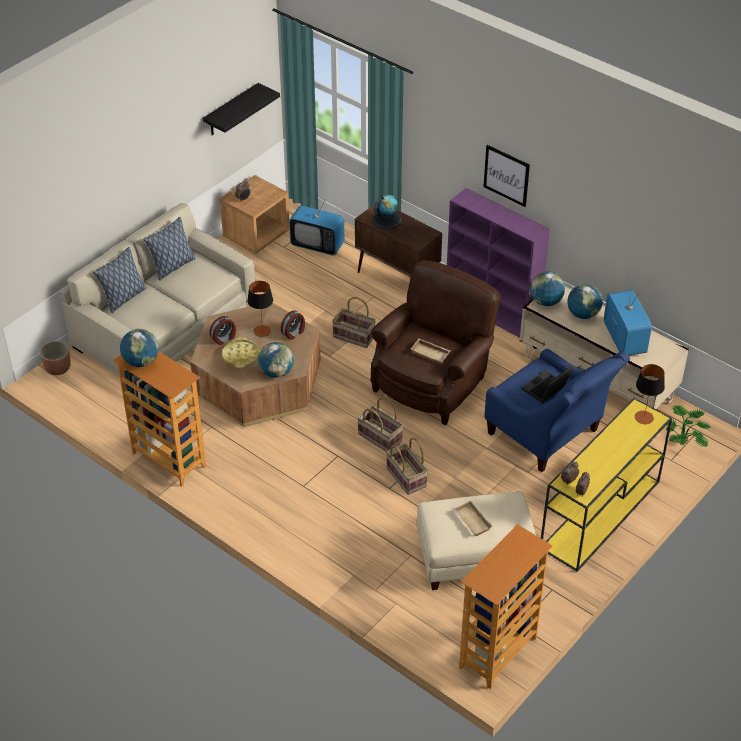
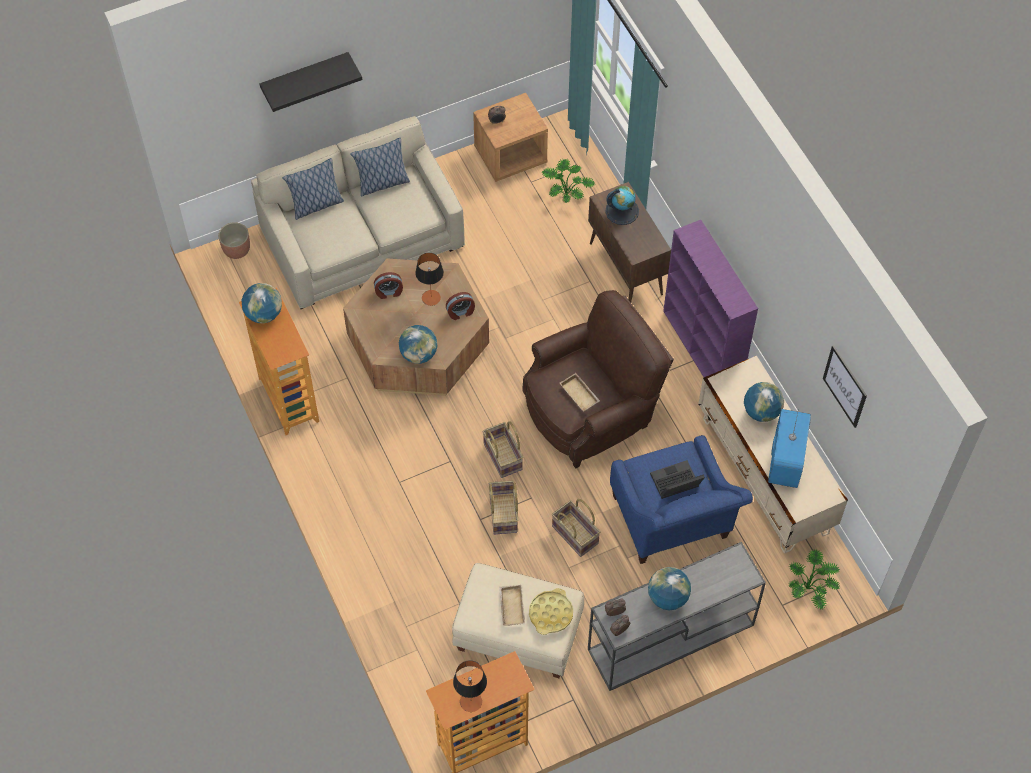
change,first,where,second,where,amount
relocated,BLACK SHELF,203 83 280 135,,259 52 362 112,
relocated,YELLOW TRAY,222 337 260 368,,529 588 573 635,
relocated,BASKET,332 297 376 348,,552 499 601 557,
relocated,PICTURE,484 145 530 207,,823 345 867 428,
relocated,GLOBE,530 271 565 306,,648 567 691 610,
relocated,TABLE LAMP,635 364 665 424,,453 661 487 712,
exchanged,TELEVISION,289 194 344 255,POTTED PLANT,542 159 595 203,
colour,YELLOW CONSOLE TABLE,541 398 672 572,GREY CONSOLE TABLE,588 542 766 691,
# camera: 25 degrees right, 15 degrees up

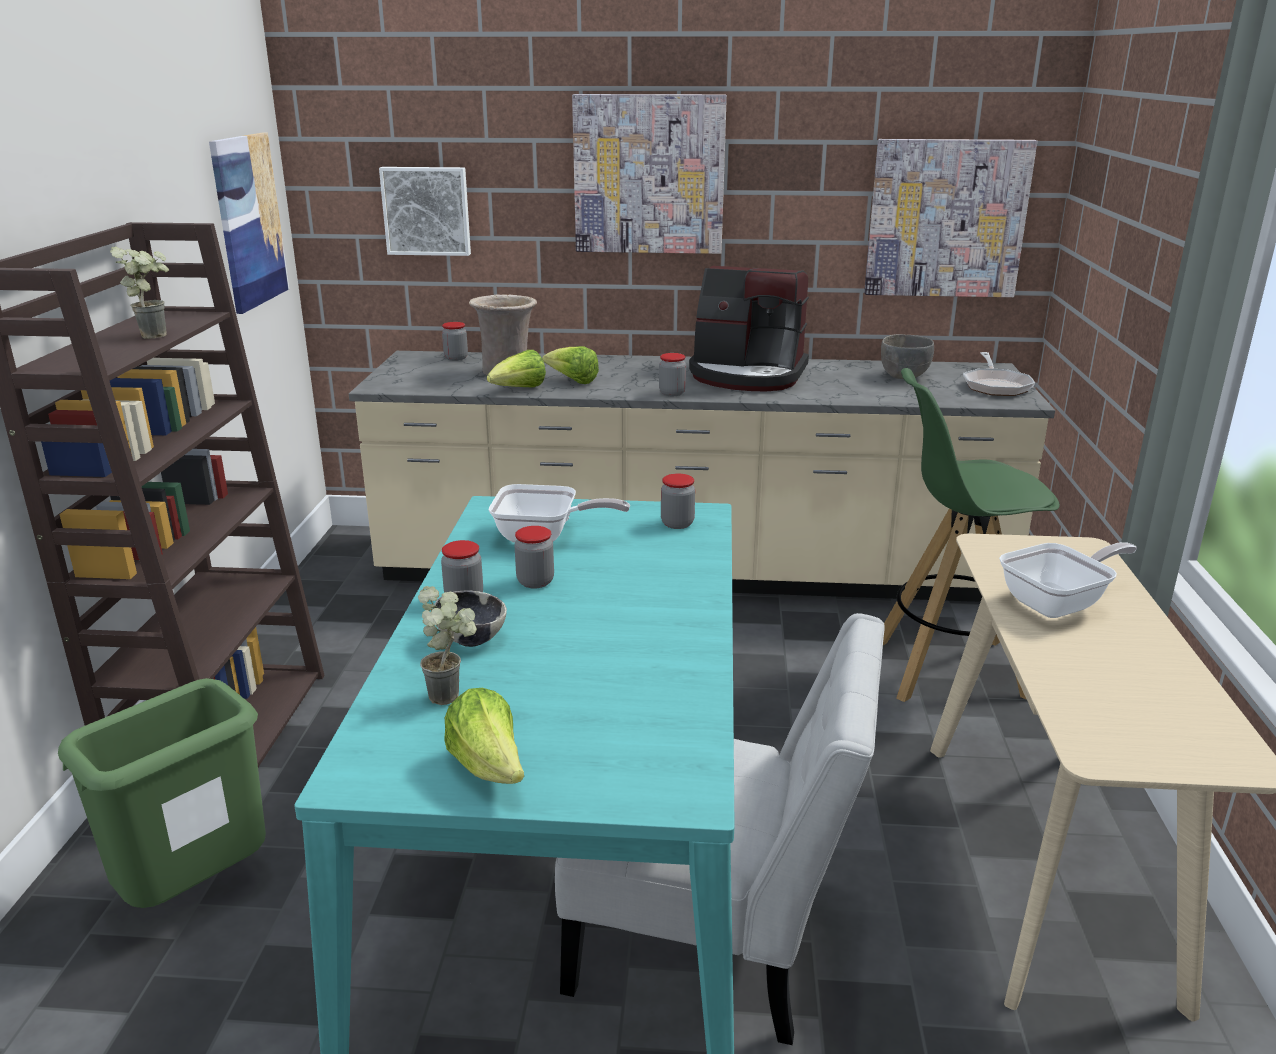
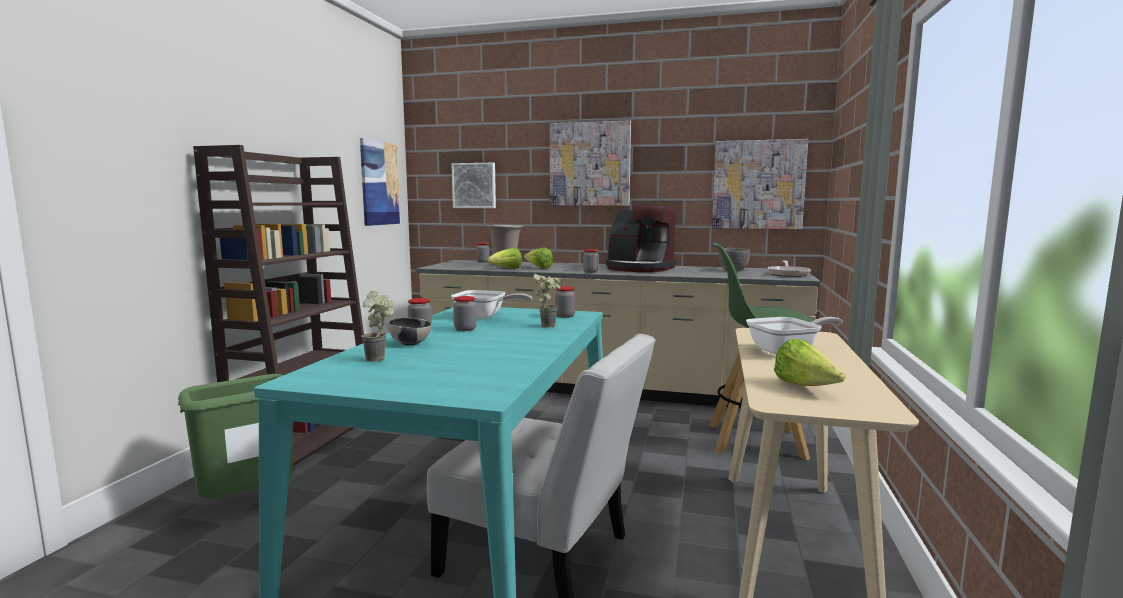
change,first,where,second,where,amount
relocated,POTTED PLANT,110 246 169 339,,533 274 561 327,
relocated,LETTUCE,444 688 524 784,,774 339 845 386,
# camera: 10 degrees right, 15 degrees down

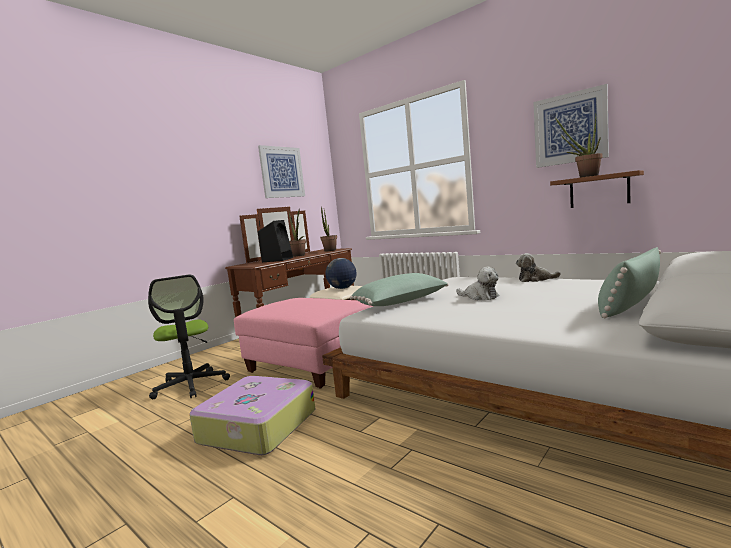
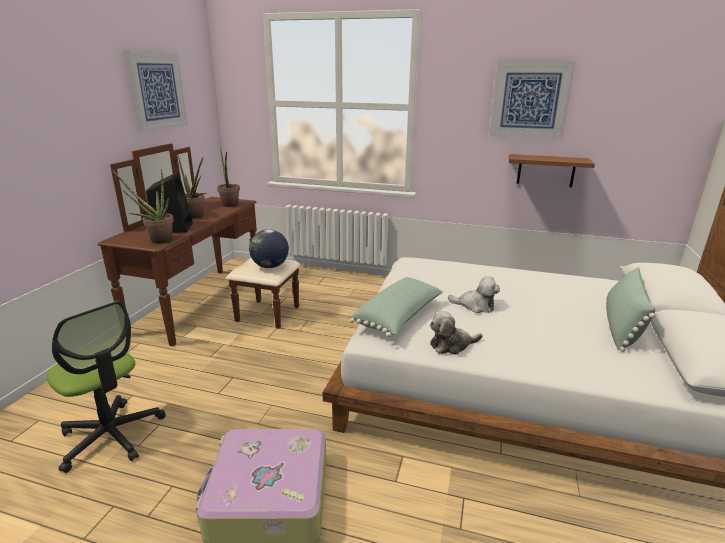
change,first,where,second,where,amount
missing,PINK OTTOMAN,234 298 373 389,,,
relocated,PLUSH TOY,516 253 561 282,,430 311 483 354,
relocated,POTTED PLANT,555 115 602 178,,111 169 174 244,
# camera: 25 degrees left, 15 degrees up

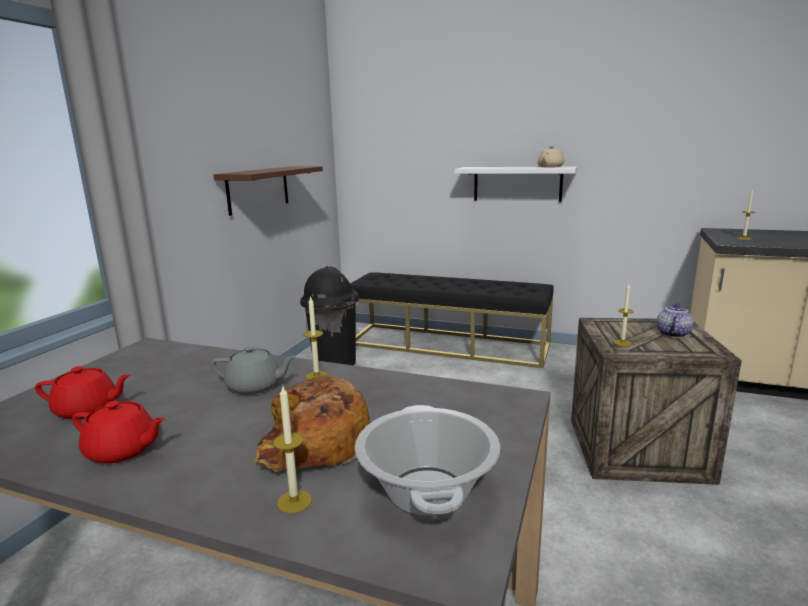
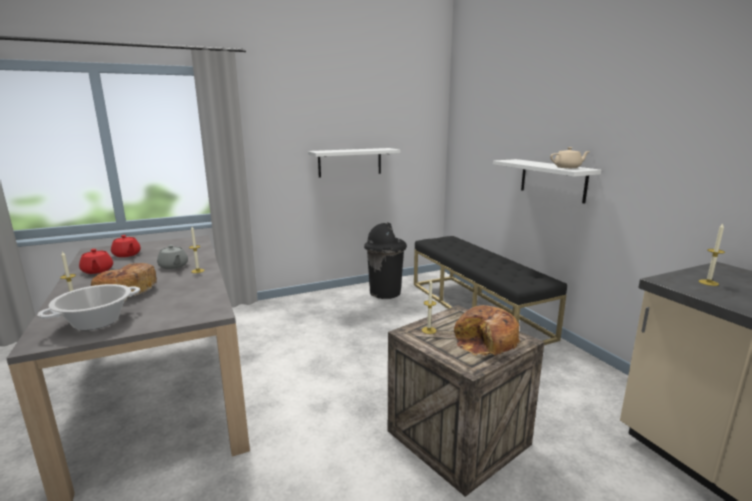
change,first,where,second,where,amount
exchanged,TEAPOT,656 303 693 338,BREAD,454 305 520 356,
colour,BROWN SHELF,214 166 323 216,WHITE SHELF,308 148 400 178,
# camera: 45 degrees right, 0 degrees up

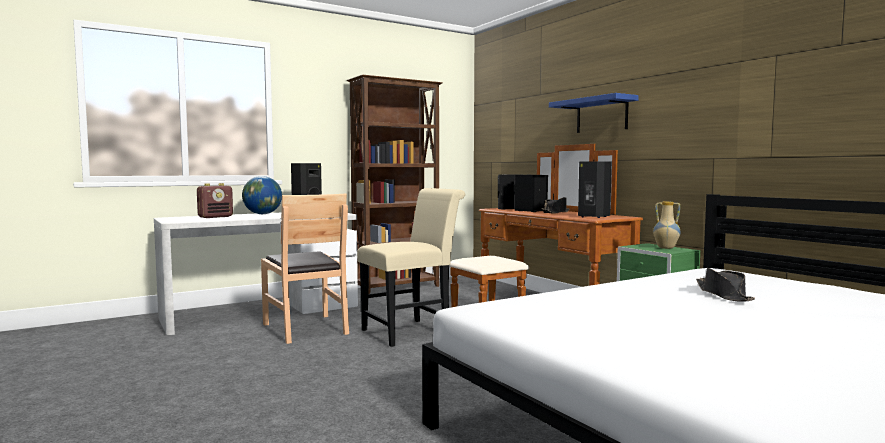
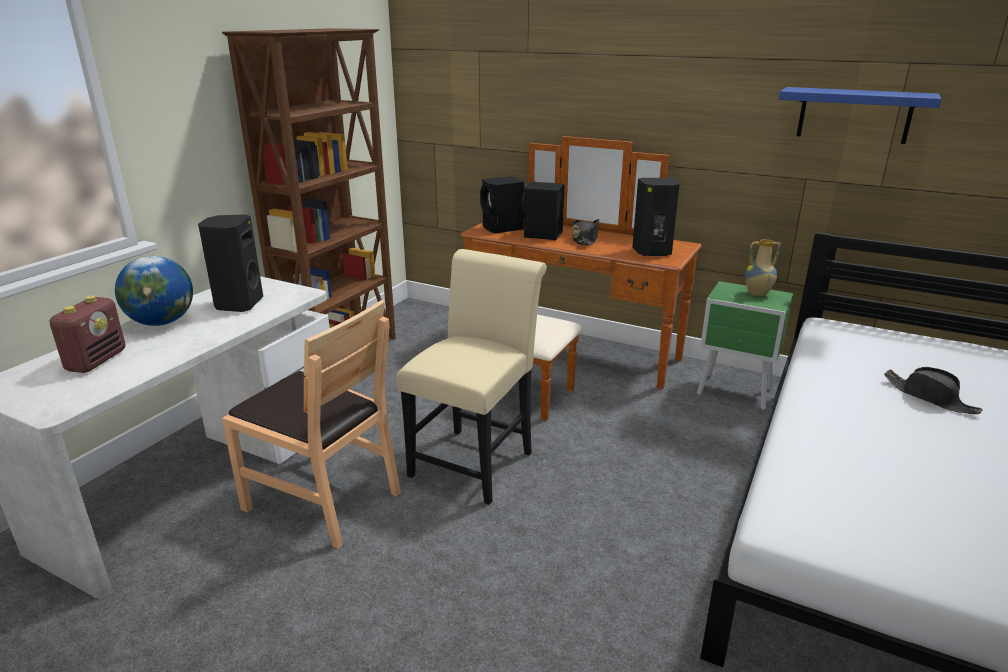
change,first,where,second,where,amount
relocated,BLUE SHELF,549 93 639 133,,779 87 941 144,
# camera: 30 degrees left, 20 degrees up

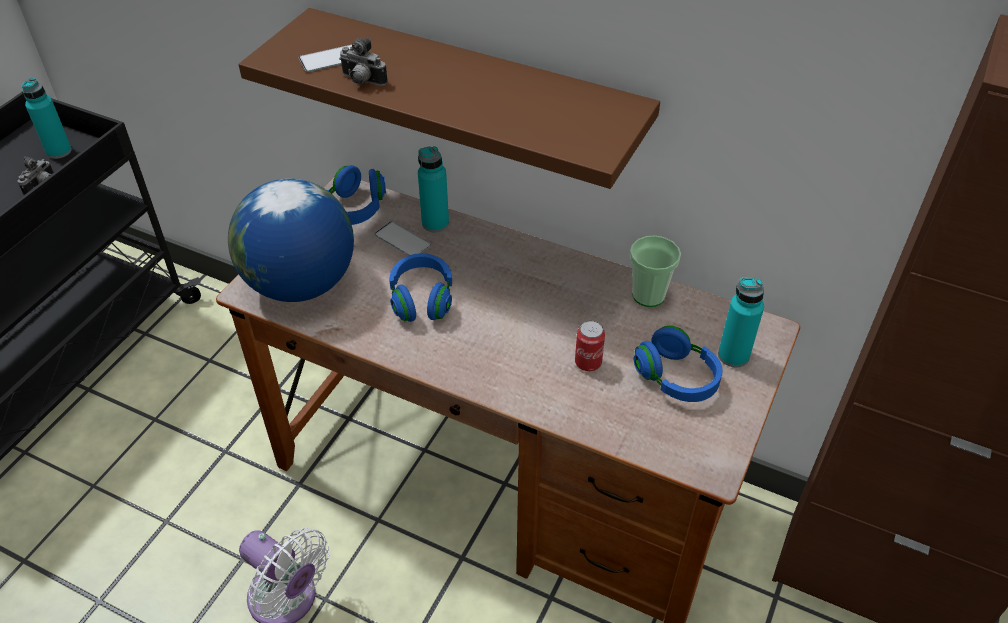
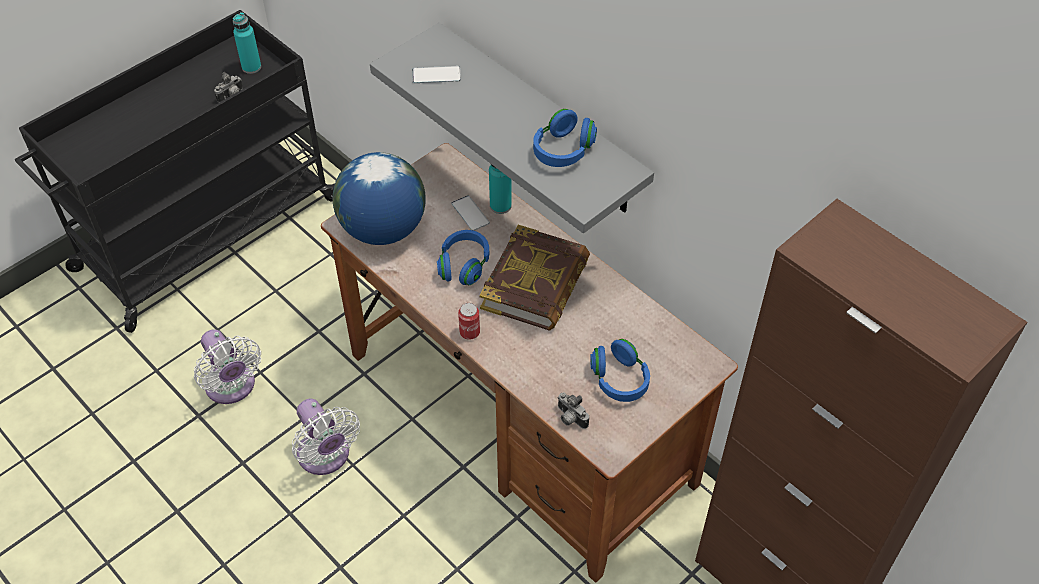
change,first,where,second,where,amount
missing,CUP,630 235 681 307,,,
missing,TURQUOISE BOTTLE,718 277 764 368,,,
appeared,,,WHITE FAN,194 329 261 404,
appeared,,,BOOK,479 225 590 331,
relocated,BLUE HEADPHONES,327 165 386 225,,533 109 597 167,
relocated,PHOTO CAMERA,339 38 388 86,,558 393 589 429,
relocated,CAN,575 321 605 371,,458 303 480 340,
colour,BROWN SHELF,238 8 660 189,GREY SHELF,370 23 654 233,
# camera: 20 degrees right, 5 degrees up

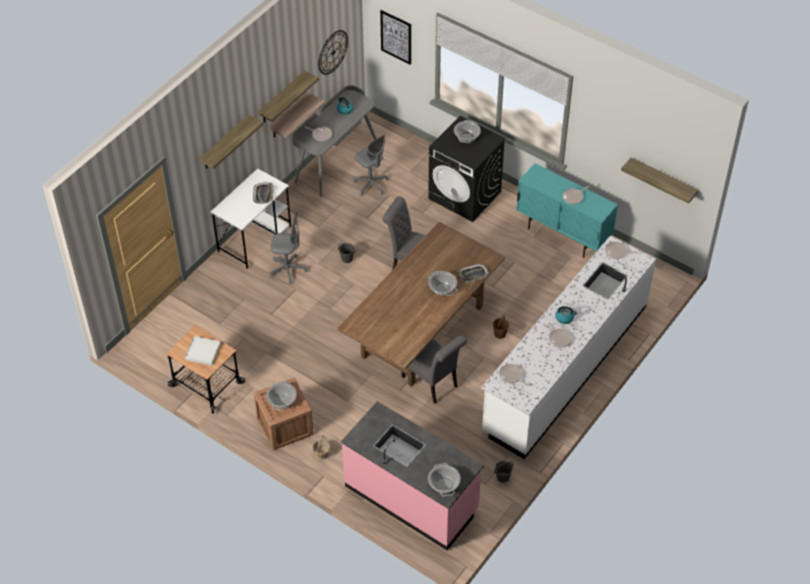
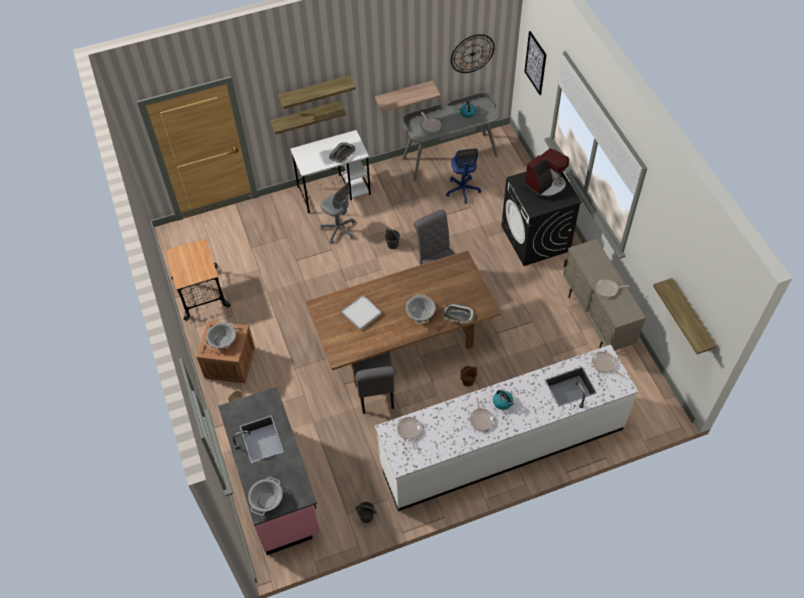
change,first,where,second,where,amount
relocated,WHITE TRAY,185 336 221 366,,342 295 382 330,
relocated,SHELF,258 70 319 122,,270 101 346 135,
exchanged,COOKING POT,454 120 481 143,COFFEE MACHINE,523 148 569 200,
colour,GREY OFFICE CHAIR,353 135 389 196,BLUE OFFICE CHAIR,446 148 481 203,
colour,TURQUOISE CABINET,516 163 618 258,BEIGE CABINET,563 239 646 351,
# camera: 35 degrees right, 5 degrees up

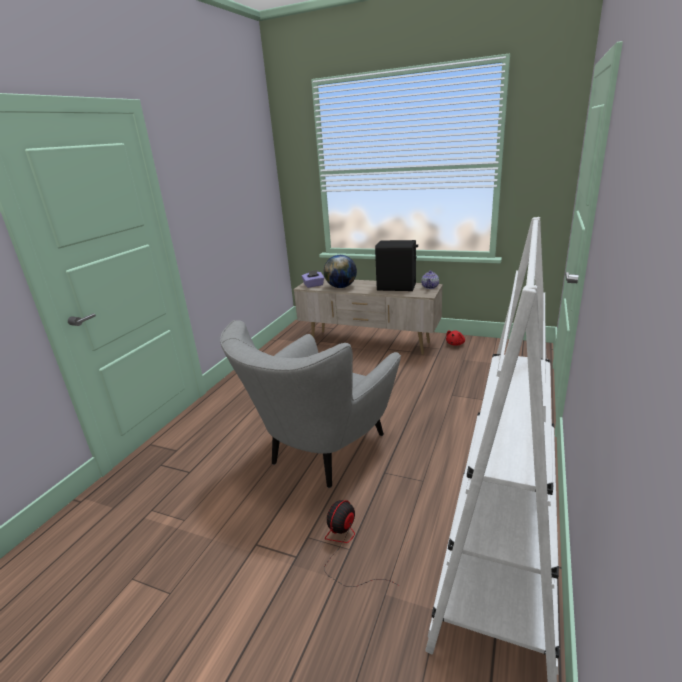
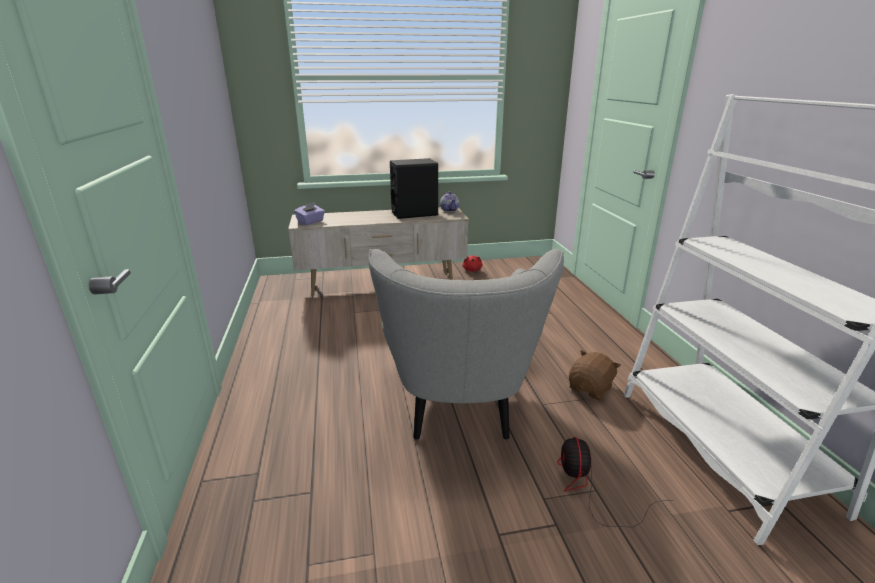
change,first,where,second,where,amount
missing,GLOBE,324 255 357 288,,,
appeared,,,BROWN PLUSH TOY,569 350 621 400,
# camera: 35 degrees left, 0 degrees up

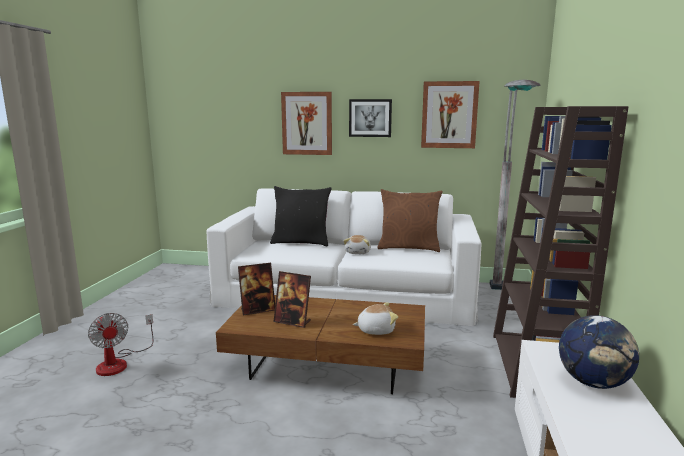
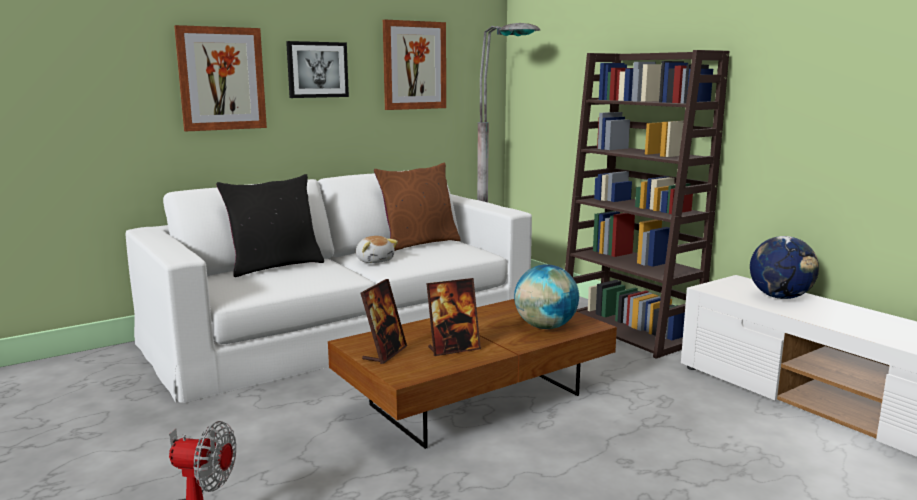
change,first,where,second,where,amount
exchanged,PLUSH TOY,353 302 398 335,GLOBE,514 264 579 329,
# camera: 45 degrees left, 0 degrees up

